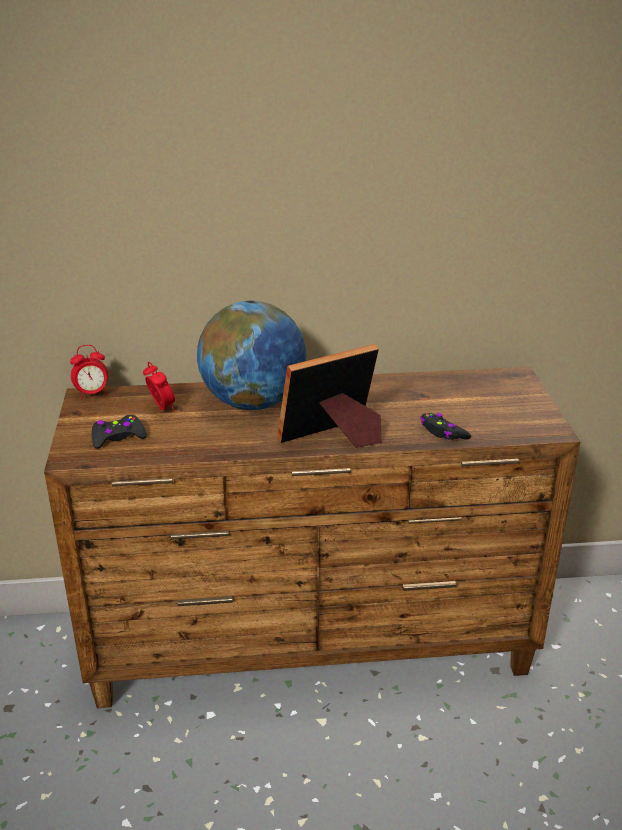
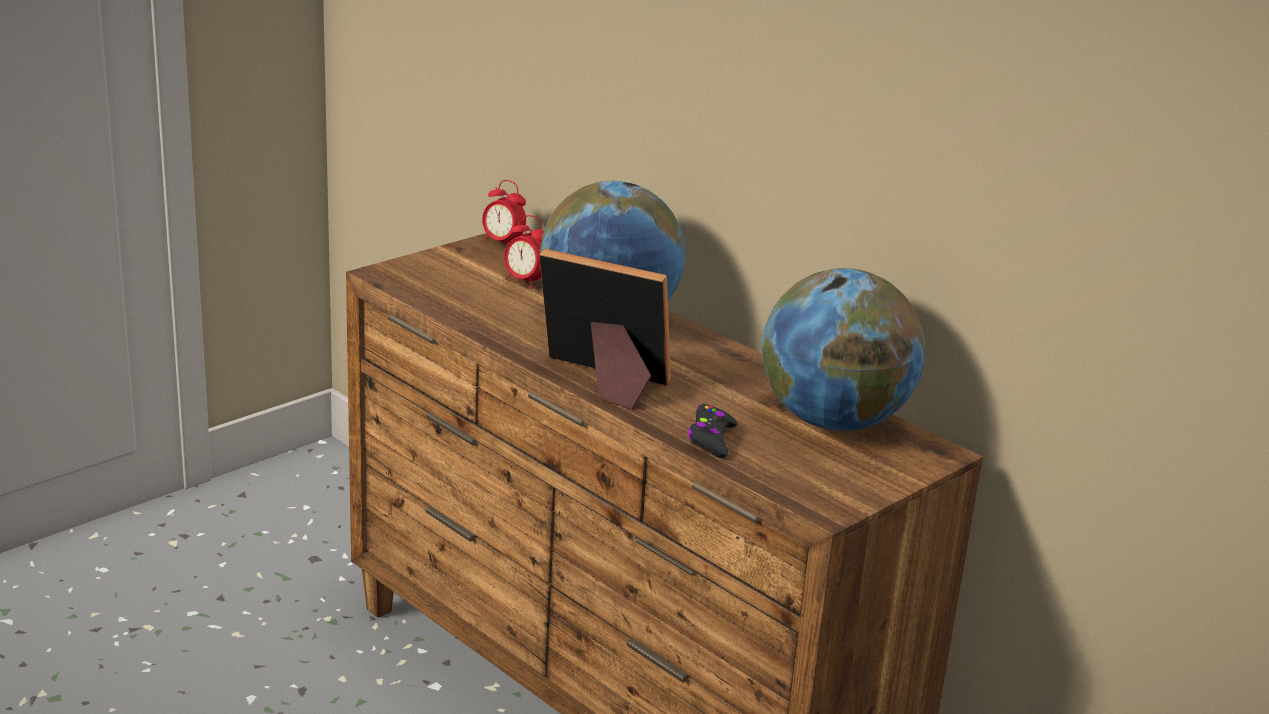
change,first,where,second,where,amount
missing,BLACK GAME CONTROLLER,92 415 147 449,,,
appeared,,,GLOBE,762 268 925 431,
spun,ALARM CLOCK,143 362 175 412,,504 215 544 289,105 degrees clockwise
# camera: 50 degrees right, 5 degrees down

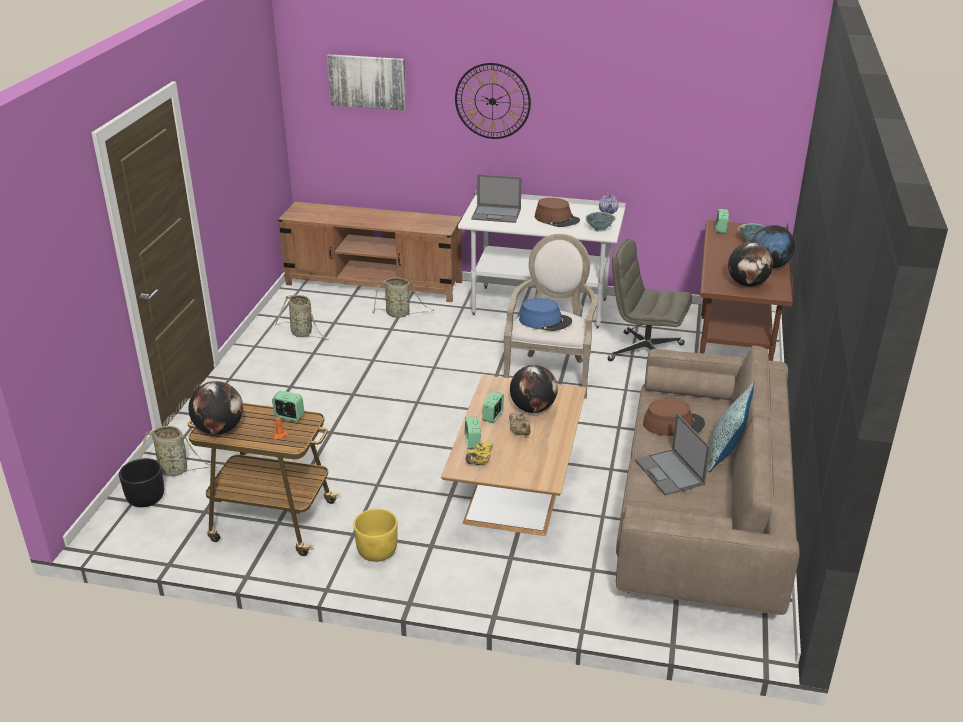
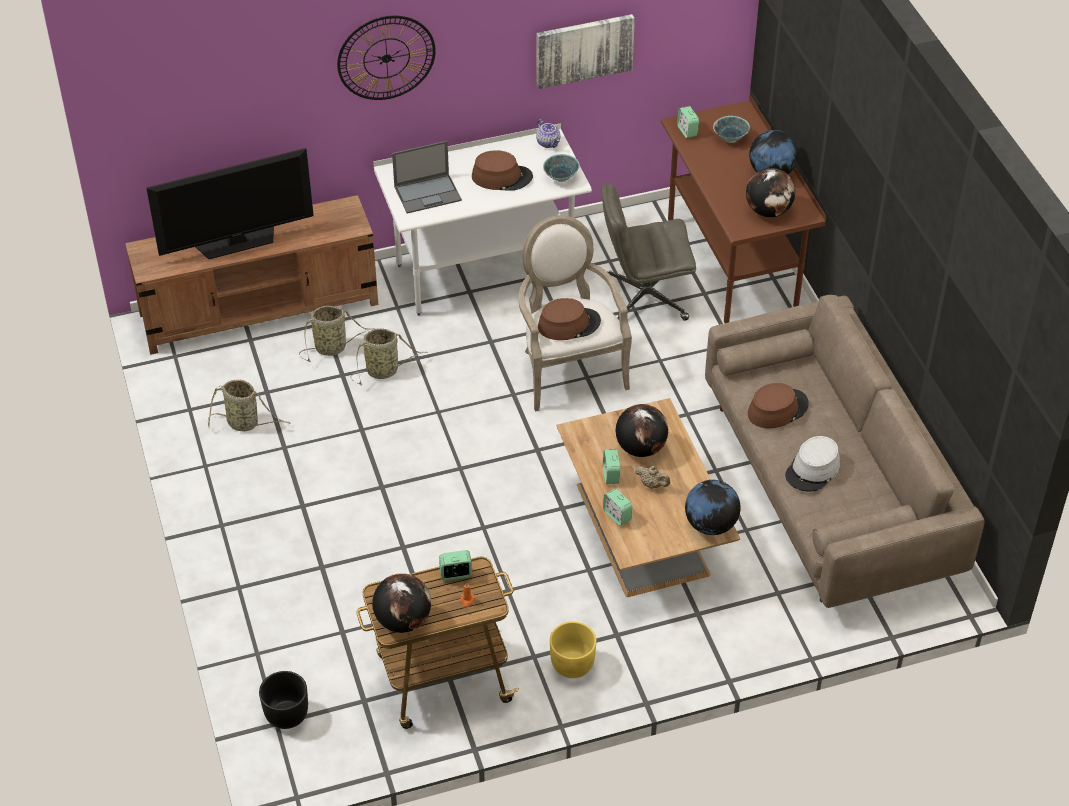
change,first,where,second,where,amount
missing,YELLOW TEAPOT,466 442 493 465,,,
missing,PILLOW,709 383 754 472,,,
appeared,,,TELEVISION,146 148 314 259,
appeared,,,GLOBE,685 480 741 535,
relocated,BASKET,140 426 217 476,,350 329 428 386,
relocated,PICTURE,327 54 406 111,,536 14 635 89,
exchanged,LAPTOP,635 413 710 495,GREY HAT,785 436 840 491,
colour,BLUE HAT,519 298 572 331,BROWN HAT,538 298 601 340,
# camera: 30 degrees left, 15 degrees up

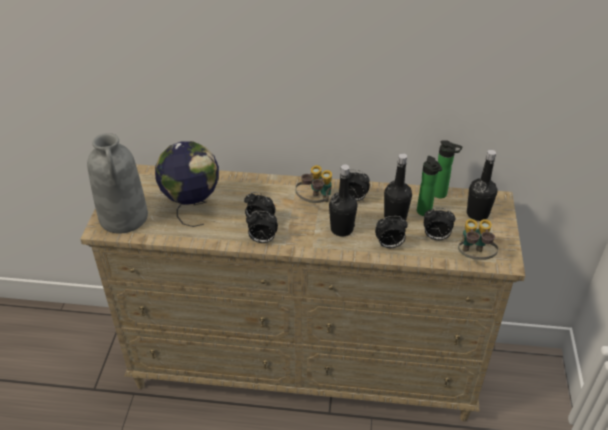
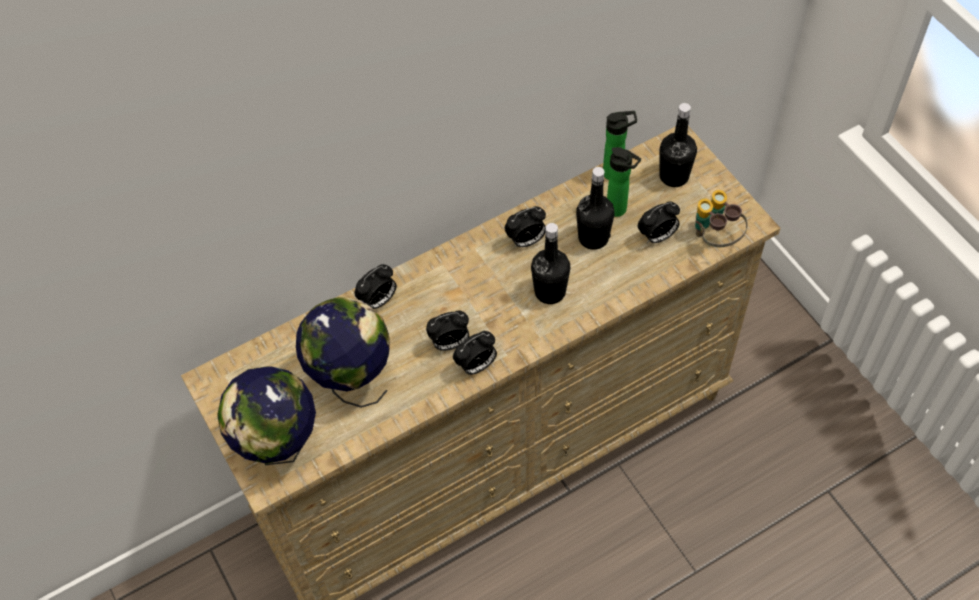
change,first,where,second,where,amount
missing,BINOCULARS,295 165 332 203,,,
relocated,ALARM CLOCK,375 216 408 248,,354 264 396 309,
exchanged,GREY VASE,87 133 148 234,GLOBE,218 366 316 465,
# camera: 35 degrees left, 15 degrees up

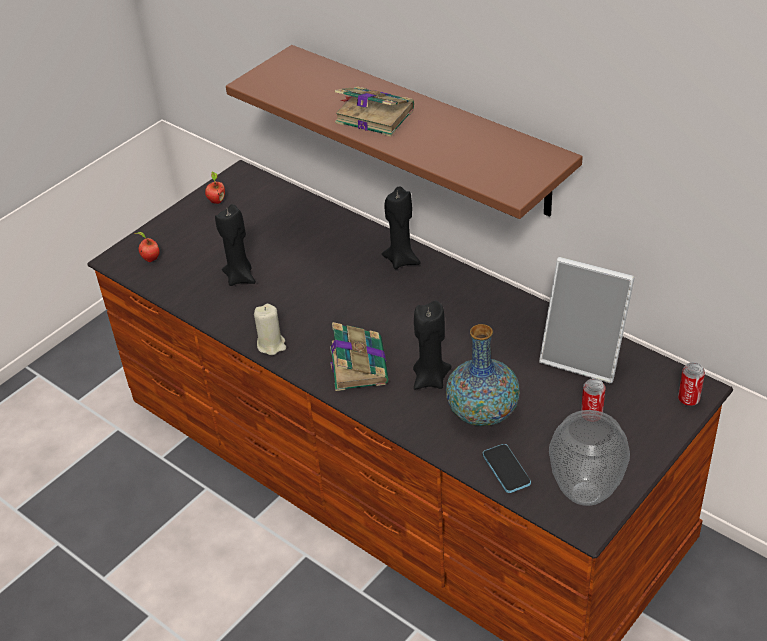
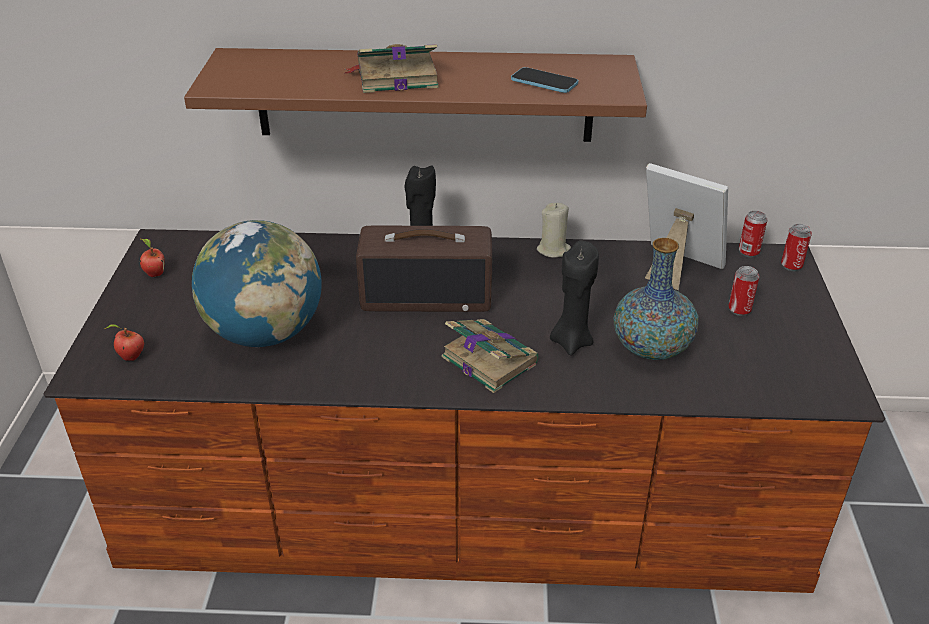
change,first,where,second,where,amount
missing,VASE,549 410 630 506,,,
appeared,,,RADIO,356 226 492 312,
appeared,,,CAN,739 211 767 257,
relocated,BEIGE CANDLE,254 304 286 355,,537 203 571 258,
relocated,PHONE,483 444 531 493,,511 67 578 93,
exchanged,BLACK CANDLE,215 204 256 286,GLOBE,192 220 322 347,
spun,PICTURE FRAME,539 257 635 383,,645 163 728 290,135 degrees counterclockwise
# camera: 40 degrees left, 5 degrees down

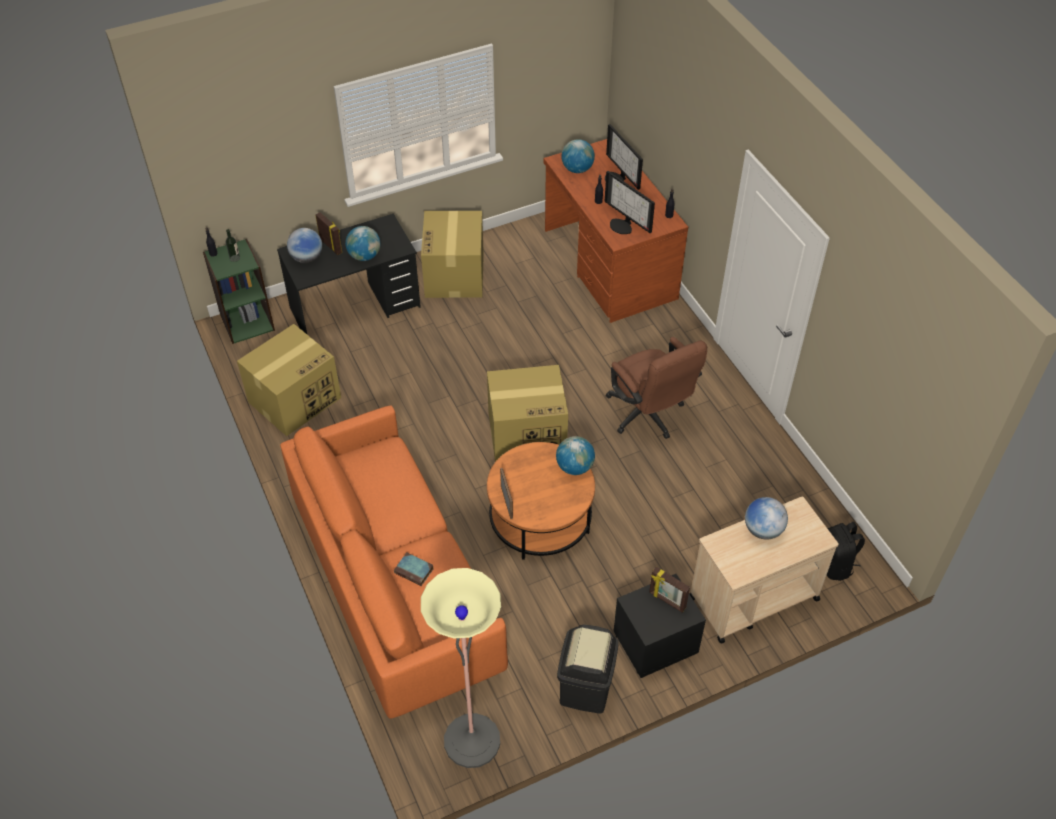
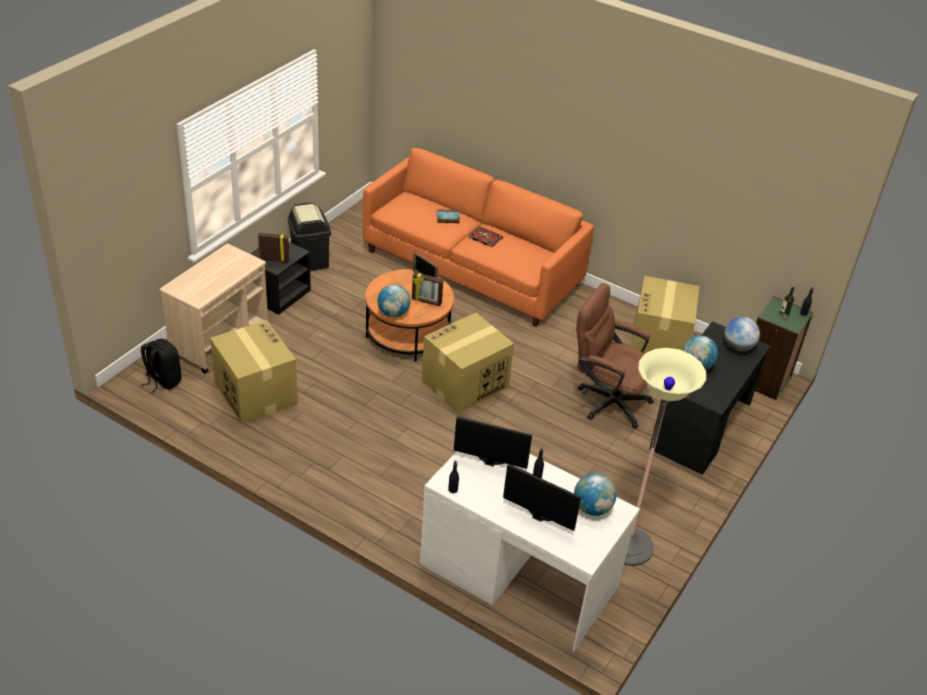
change,first,where,second,where,amount
missing,GLOBE,745 497 788 540,,,
appeared,,,BOOK,469 226 503 247,
relocated,PICTURE FRAME,315 212 342 255,,412 272 443 306,
relocated,CARDBOARD BOX,421 211 484 298,,210 320 298 424,
relocated,FLOOR LAMP,421 568 501 768,,624 348 706 566,
relocated,BROWN OFFICE CHAIR,606 337 707 439,,576 283 654 428,
colour,BROWN DESK,543 139 688 323,WHITE DESK,420 451 640 651,
# camera: 145 degrees right, 10 degrees down

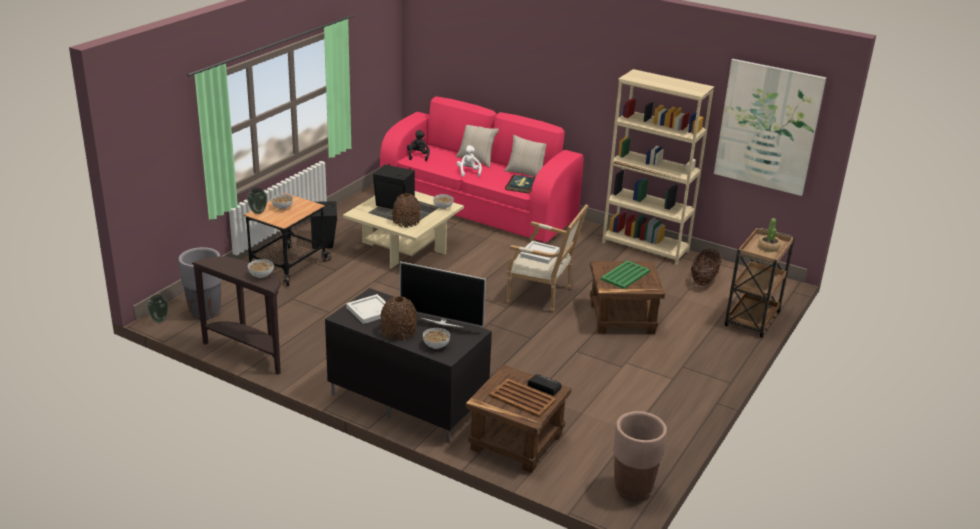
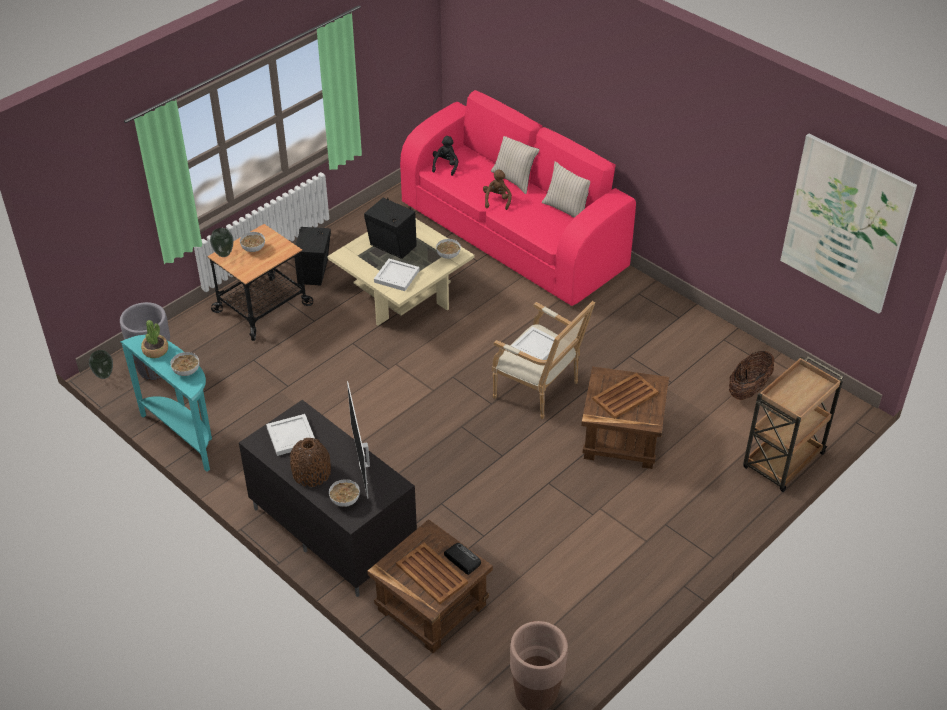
change,first,where,second,where,amount
missing,BOOK,505 175 535 193,,,
missing,BEIGE BOOKCASE,602 69 714 265,,,
relocated,POTTED PLANT,759 218 781 252,,141 320 168 358,
exchanged,BROWN VASE,392 193 420 228,WHITE TRAY,374 259 420 291,
colour,BROWN CONSOLE TABLE,192 256 281 375,TURQUOISE CONSOLE TABLE,121 335 212 472,
colour,WHITE PLUSH TOY,457 145 482 177,BROWN PLUSH TOY,483 169 512 210,
colour,GREEN TRAY,601 260 650 289,BROWN TRAY,592 373 659 419,
spun,TELEVISION,400 262 486 328,,347 381 370 499,45 degrees clockwise
# camera: 15 degrees right, 15 degrees up

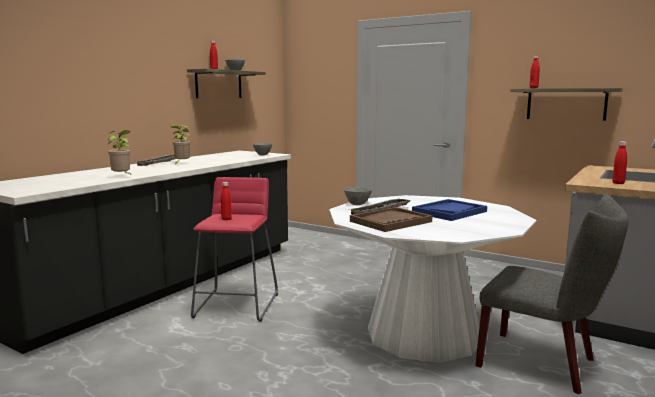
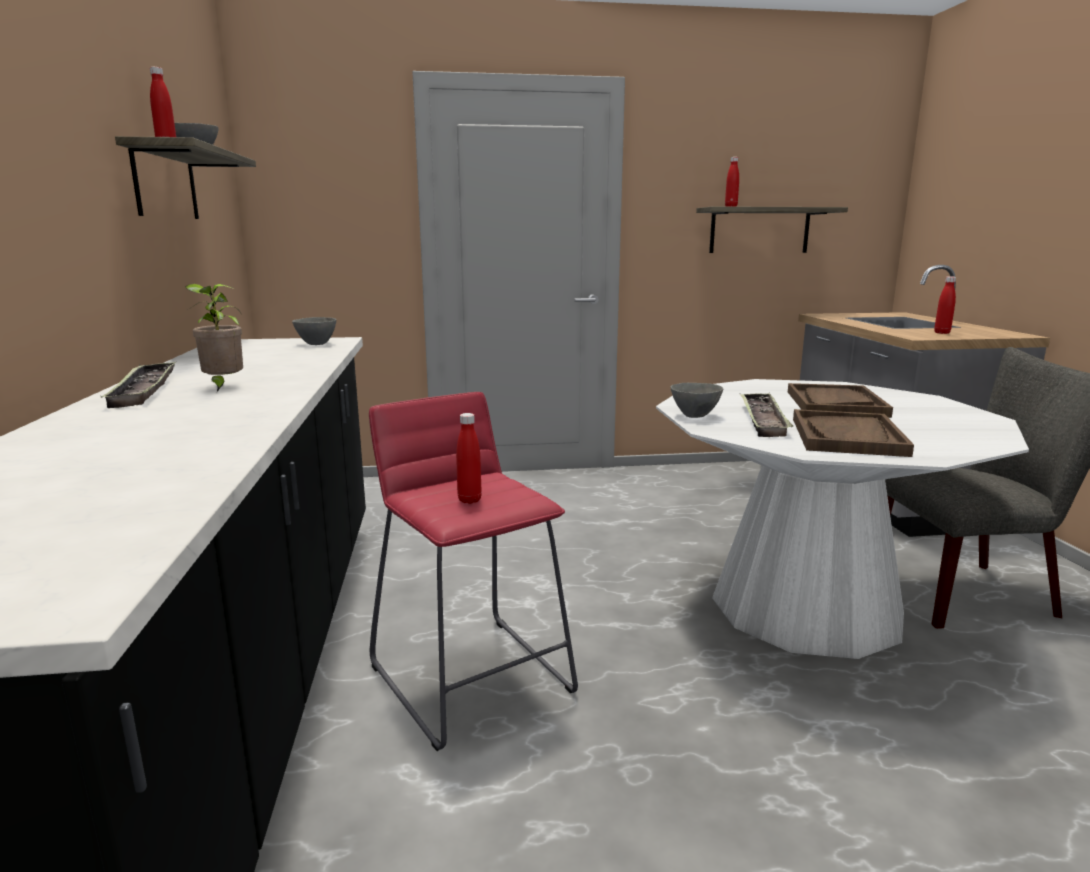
change,first,where,second,where,amount
missing,POTTED PLANT,108 130 131 174,,,
colour,BLUE TRAY,412 199 487 221,BROWN TRAY,788 383 893 418,
# camera: 40 degrees left, 5 degrees up

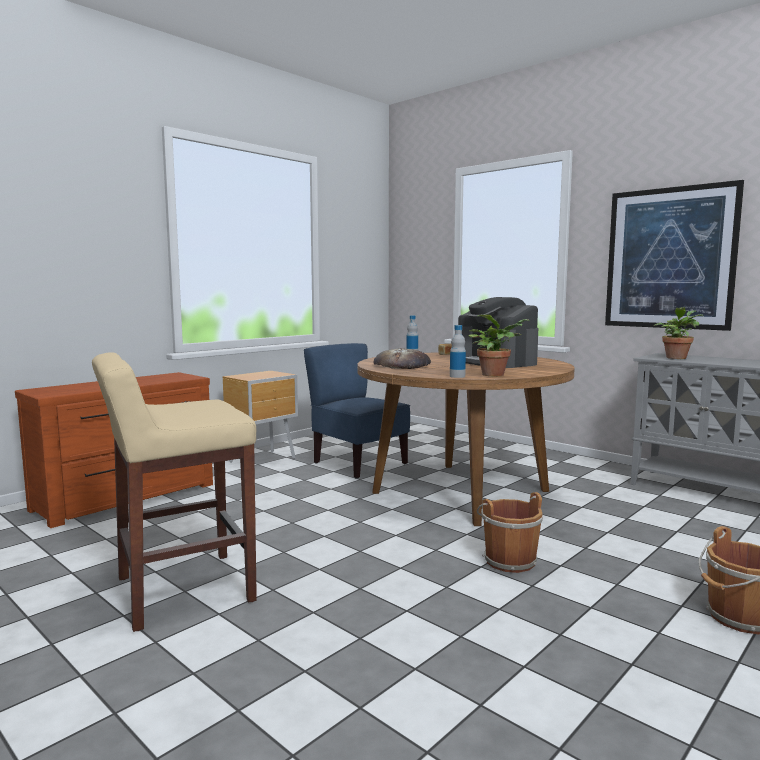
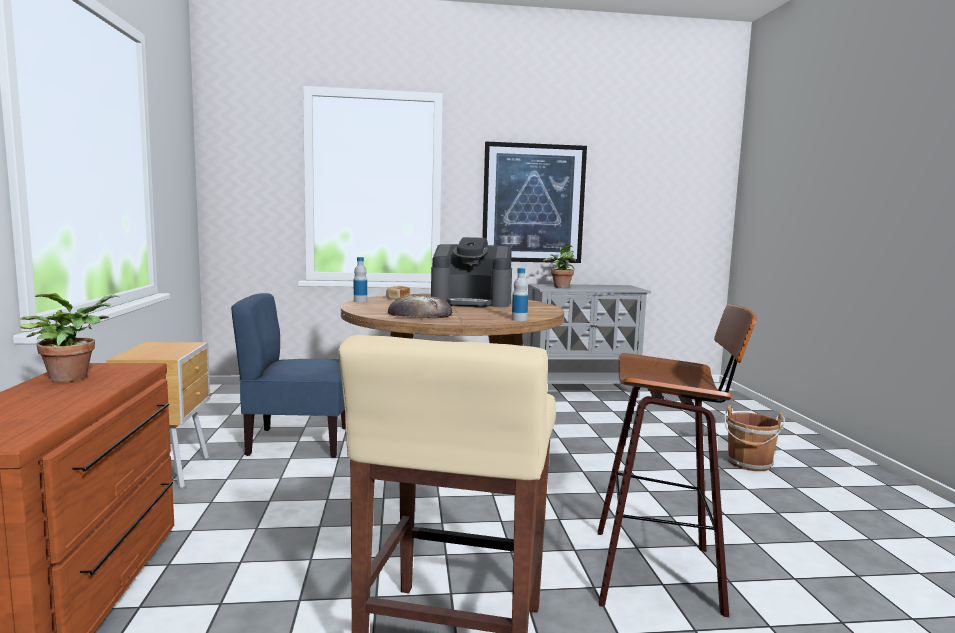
change,first,where,second,where,amount
missing,BROWN BUCKET,477 492 543 573,,,
appeared,,,STOOL,598 305 757 617,
relocated,POTTED PLANT,468 315 530 377,,20 293 119 382,
# camera: 50 degrees left, 0 degrees up

